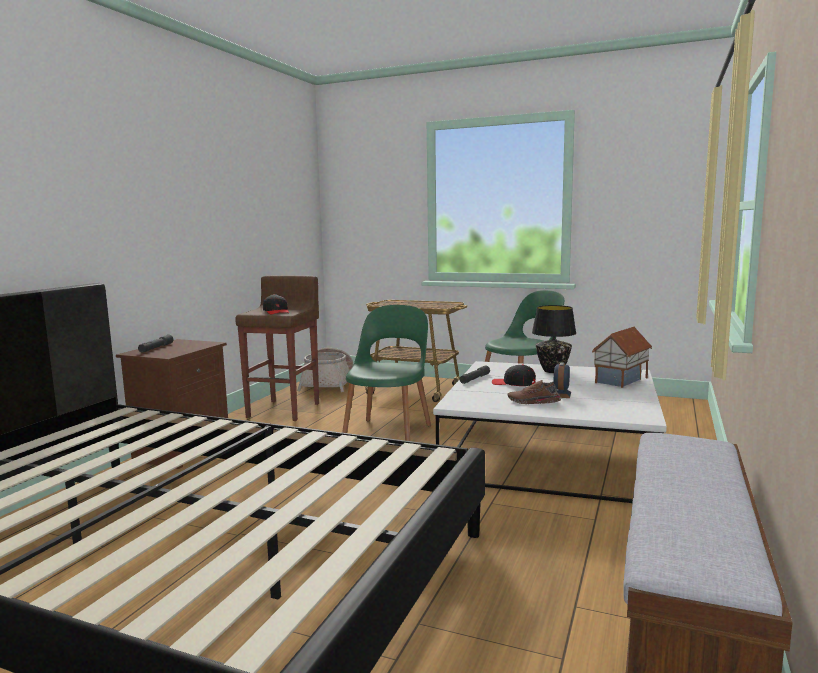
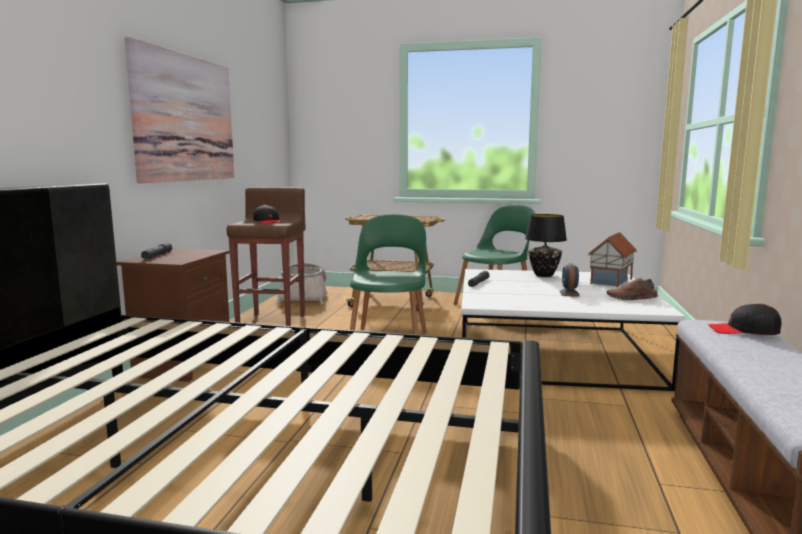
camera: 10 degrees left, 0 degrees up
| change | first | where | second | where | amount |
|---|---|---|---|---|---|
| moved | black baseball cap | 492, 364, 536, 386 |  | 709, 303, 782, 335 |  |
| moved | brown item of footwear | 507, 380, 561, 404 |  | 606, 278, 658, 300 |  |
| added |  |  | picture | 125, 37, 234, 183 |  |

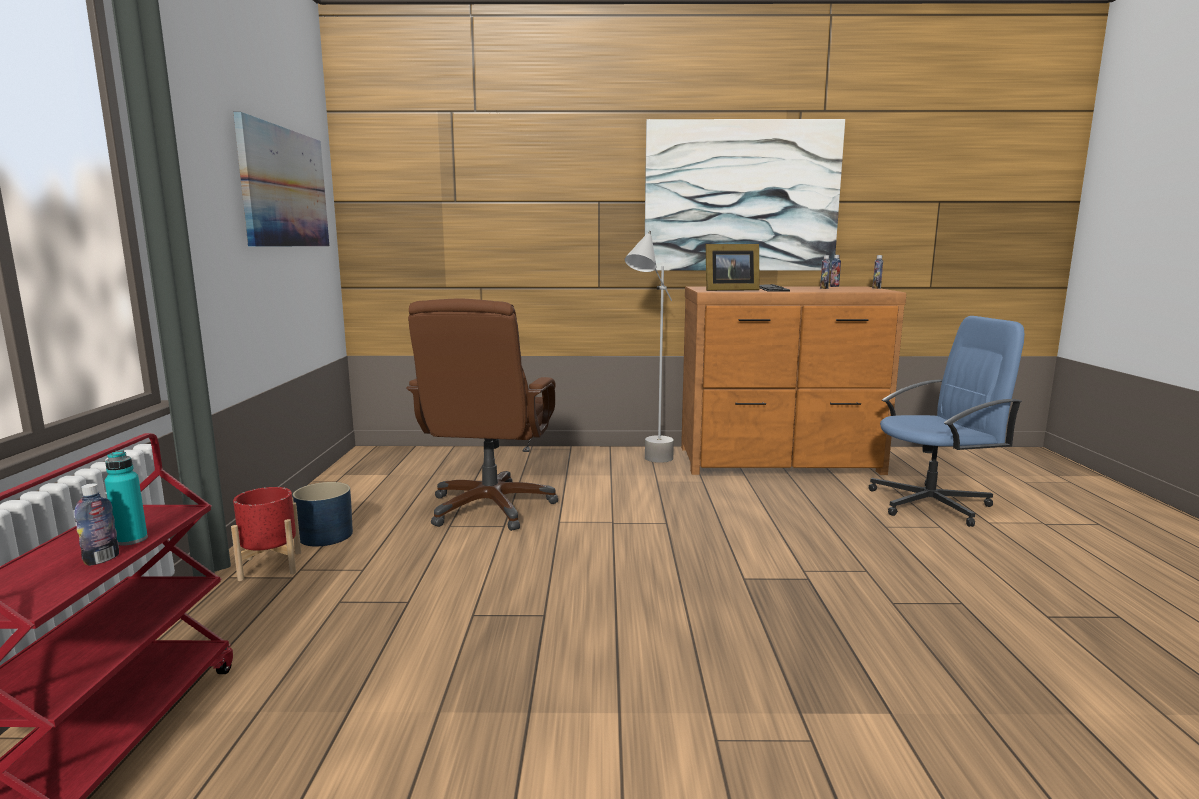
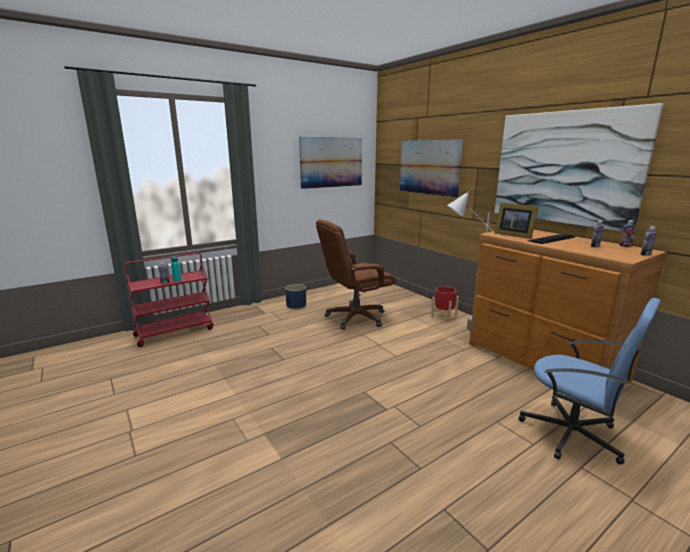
camera: 55 degrees right, 5 degrees up
| change | first | where | second | where | amount |
|---|---|---|---|---|---|
| moved | reddish planter | 231, 487, 301, 581 |  | 431, 286, 459, 322 |  |
| added |  |  | picture | 400, 139, 463, 197 |  |

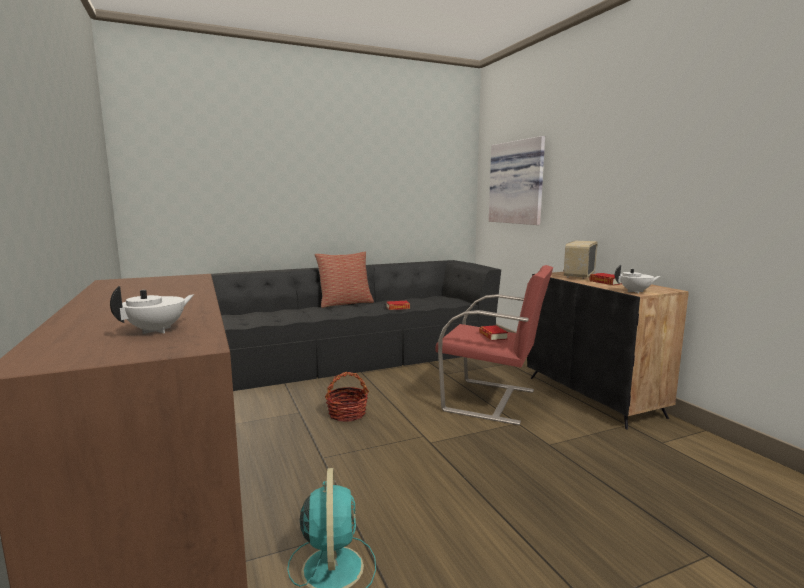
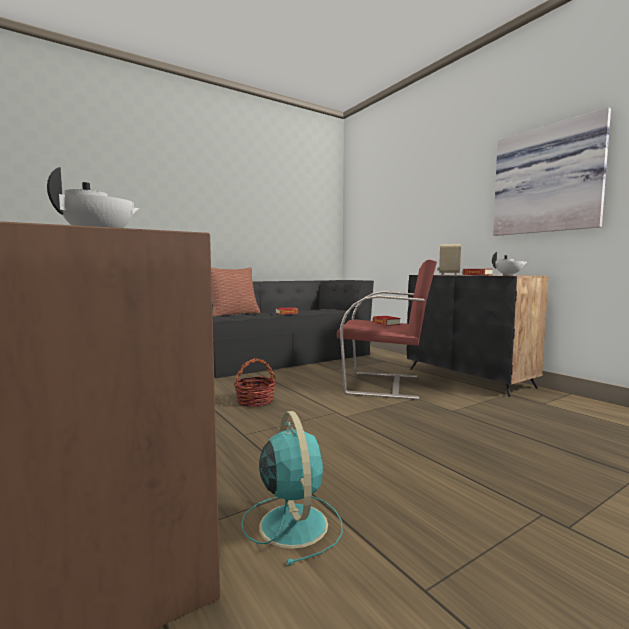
camera: 10 degrees left, 5 degrees down
| change | first | where | second | where | amount |
|---|---|---|---|---|---|
| moved | picture | 489, 136, 545, 225 |  | 493, 107, 611, 236 |  |

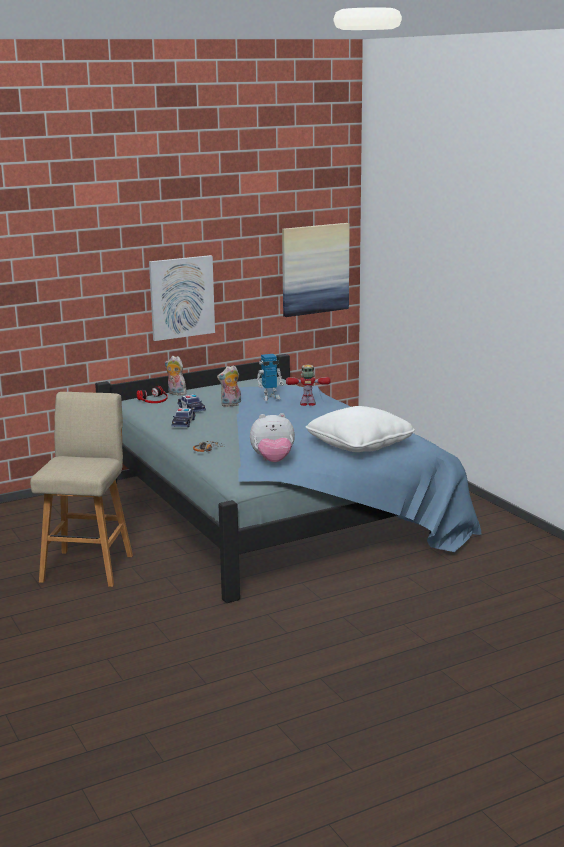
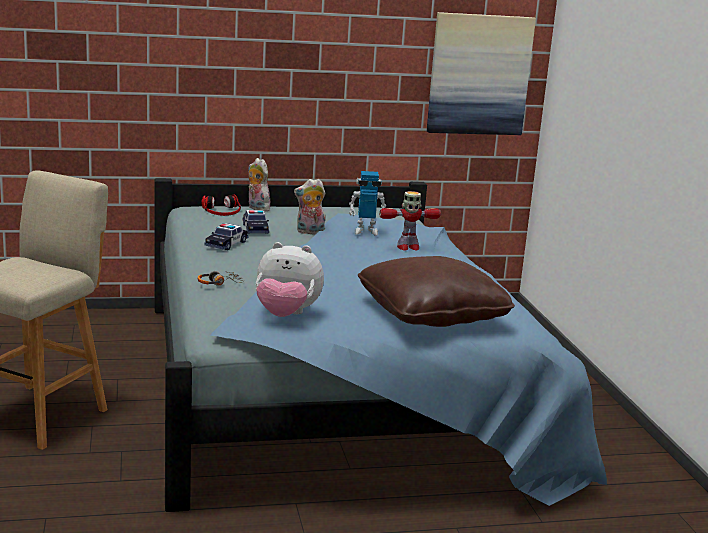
camera: 15 degrees right, 0 degrees up
| change | first | where | second | where | amount |
|---|---|---|---|---|---|
| removed | picture | 149, 255, 215, 341 |  |  |  |
| turned | toy robot | 286, 365, 330, 406 |  | 379, 191, 441, 251 | 150 degrees clockwise |
| recoloured | white throw pillow | 306, 406, 415, 452 | brown throw pillow | 358, 256, 515, 327 |  |

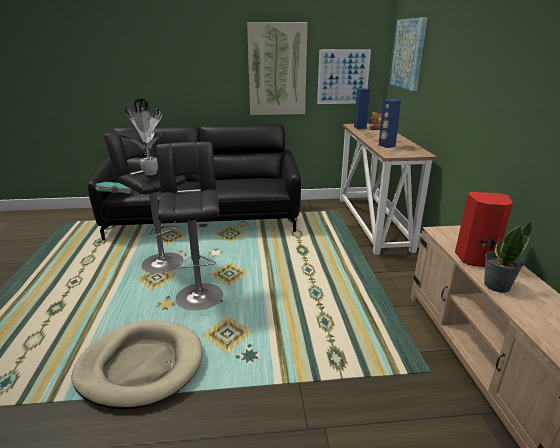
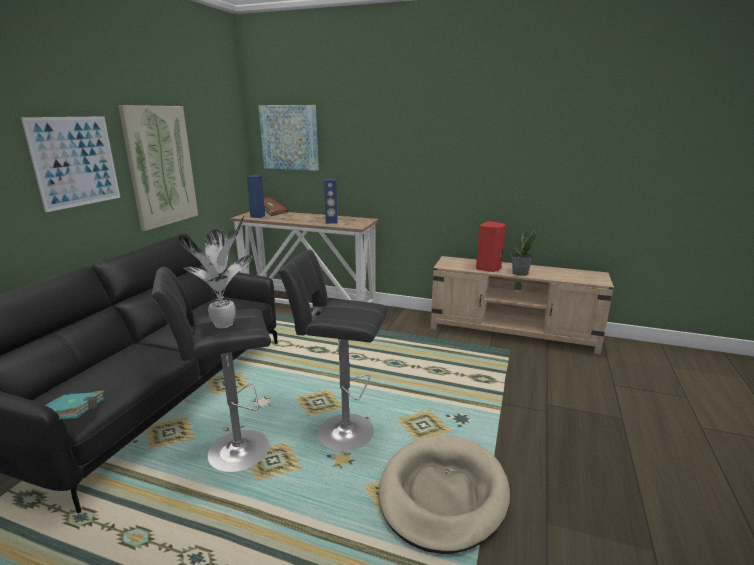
camera: 65 degrees left, 5 degrees down
| change | first | where | second | where | amount |
|---|---|---|---|---|---|
| moved | picture | 317, 49, 371, 104 |  | 21, 117, 120, 212 |  |

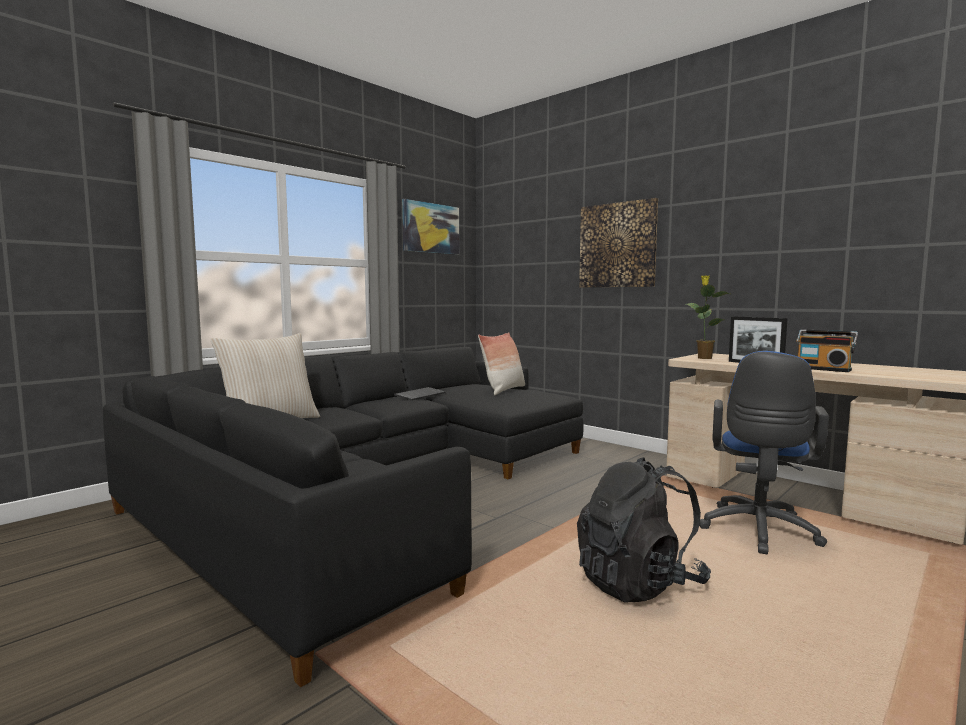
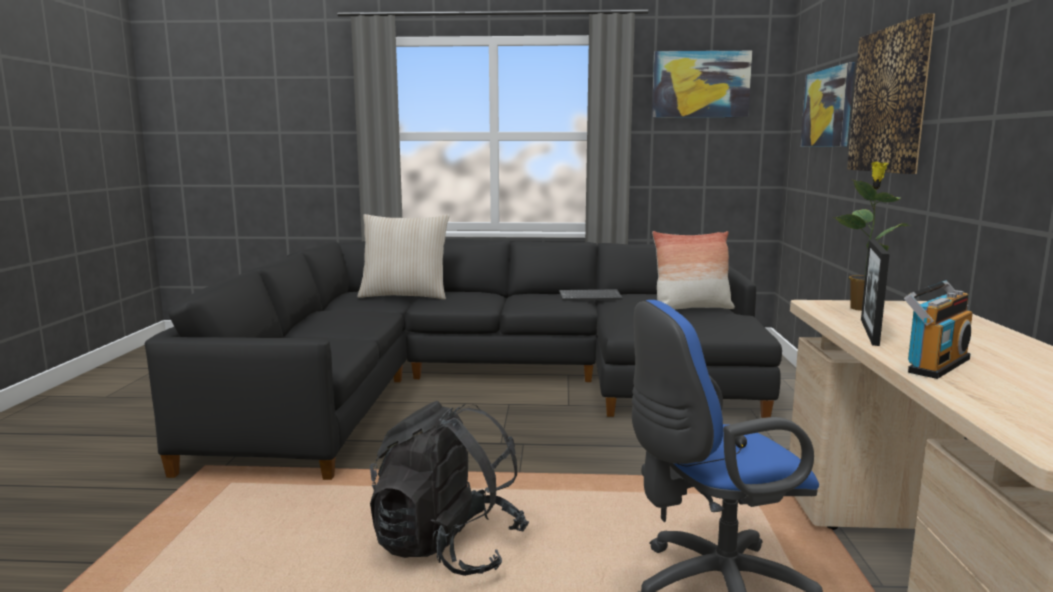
camera: 50 degrees right, 5 degrees up
| change | first | where | second | where | amount |
|---|---|---|---|---|---|
| turned | radio set | 796, 329, 858, 372 |  | 904, 281, 973, 379 | 135 degrees counterclockwise |
| added |  |  | picture | 800, 62, 855, 147 |  |

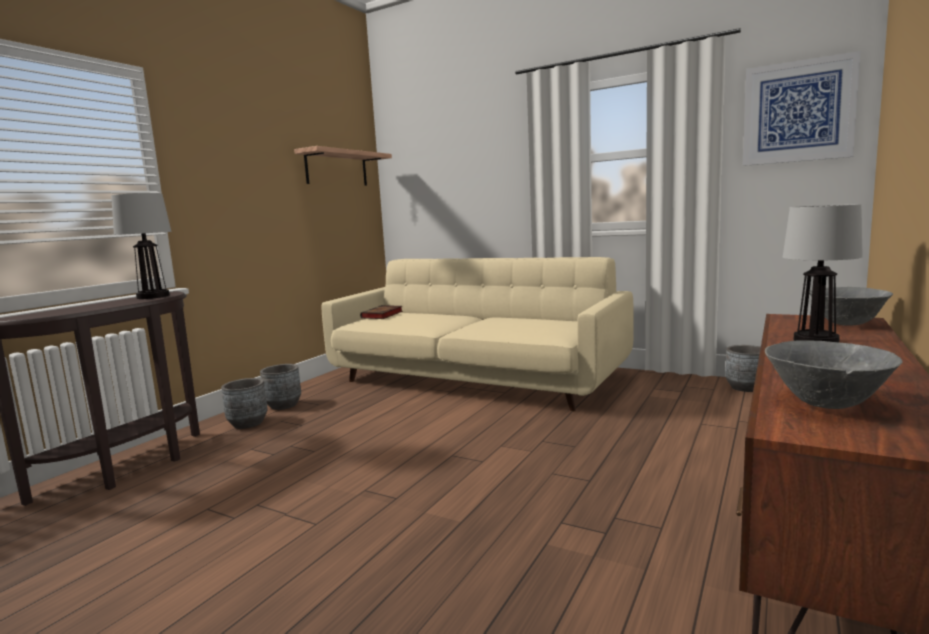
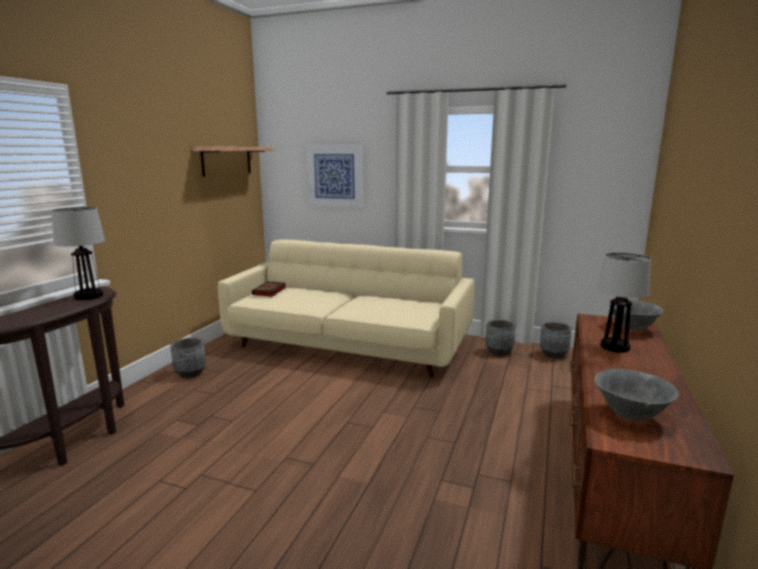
camera: 10 degrees left, 5 degrees up
| change | first | where | second | where | amount |
|---|---|---|---|---|---|
| moved | picture | 743, 51, 861, 166 |  | 306, 145, 363, 207 |  |
| moved | grey planter | 221, 378, 268, 429 |  | 485, 319, 516, 355 |  |

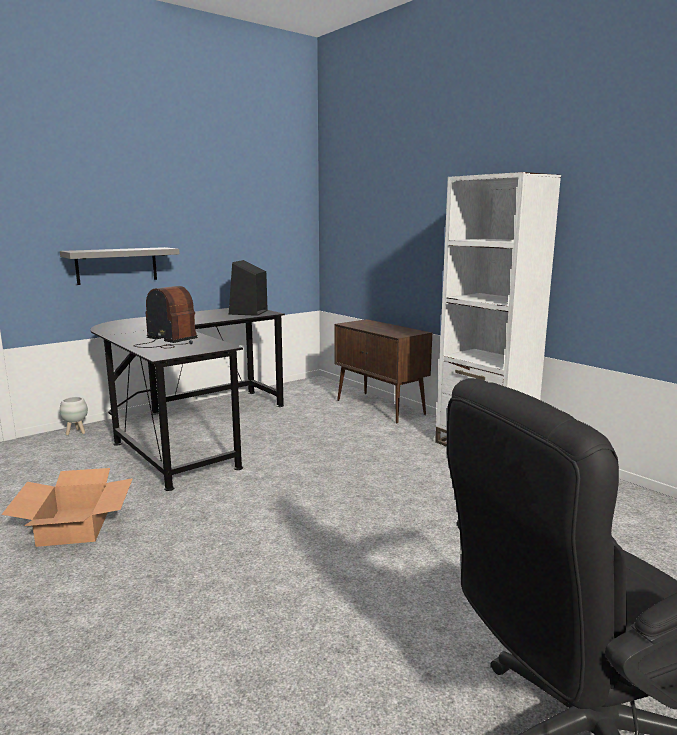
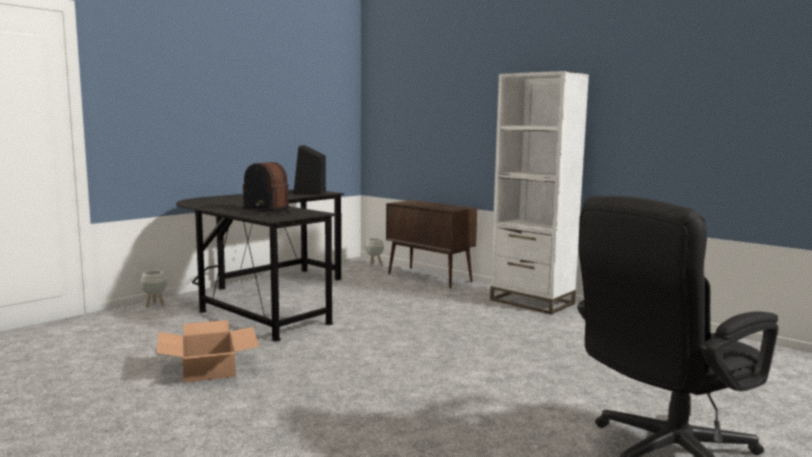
camera: 10 degrees left, 5 degrees down
| change | first | where | second | where | amount |
|---|---|---|---|---|---|
| removed | grey shelf | 60, 247, 180, 285 |  |  |  |
| added |  |  | white planter | 365, 238, 384, 266 |  |

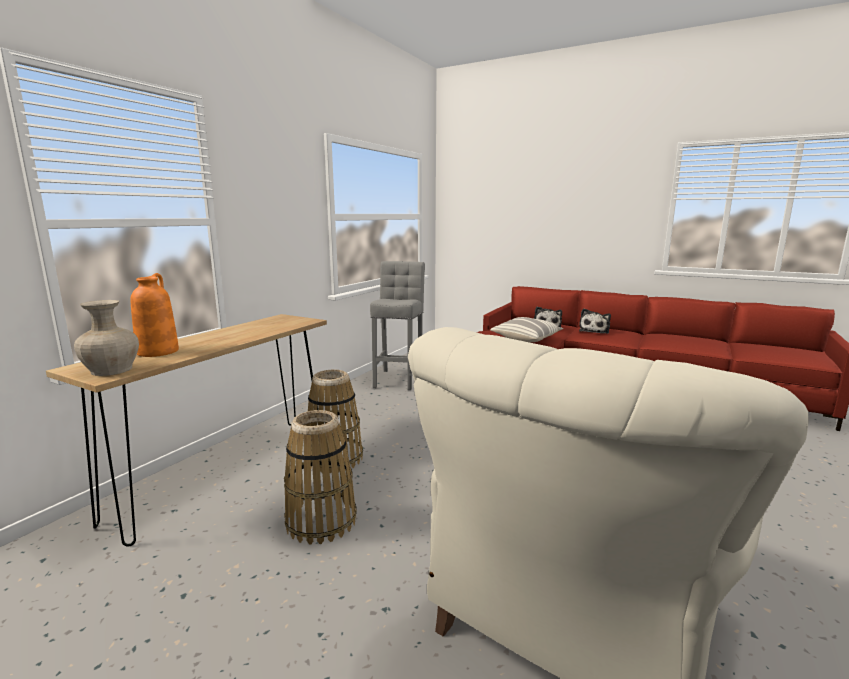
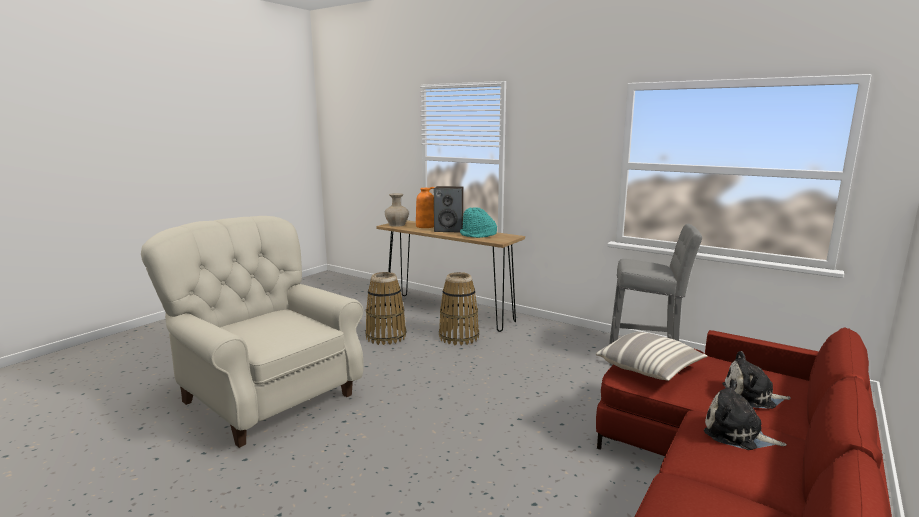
camera: 95 degrees right, 0 degrees up
| change | first | where | second | where | amount |
|---|---|---|---|---|---|
| added |  |  | audio speaker | 434, 186, 463, 232 |  |
| added |  |  | turquoise-coloured hat | 460, 207, 497, 238 |  |

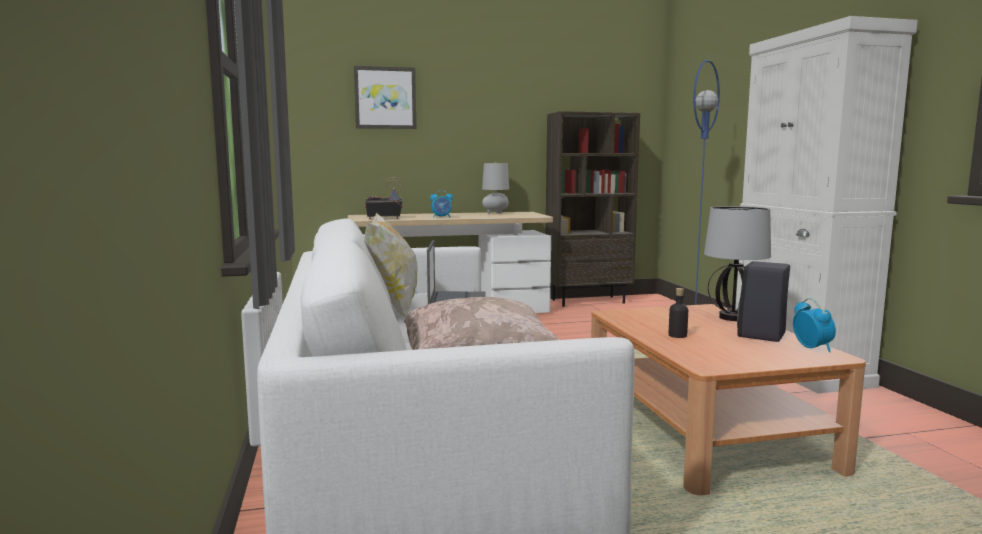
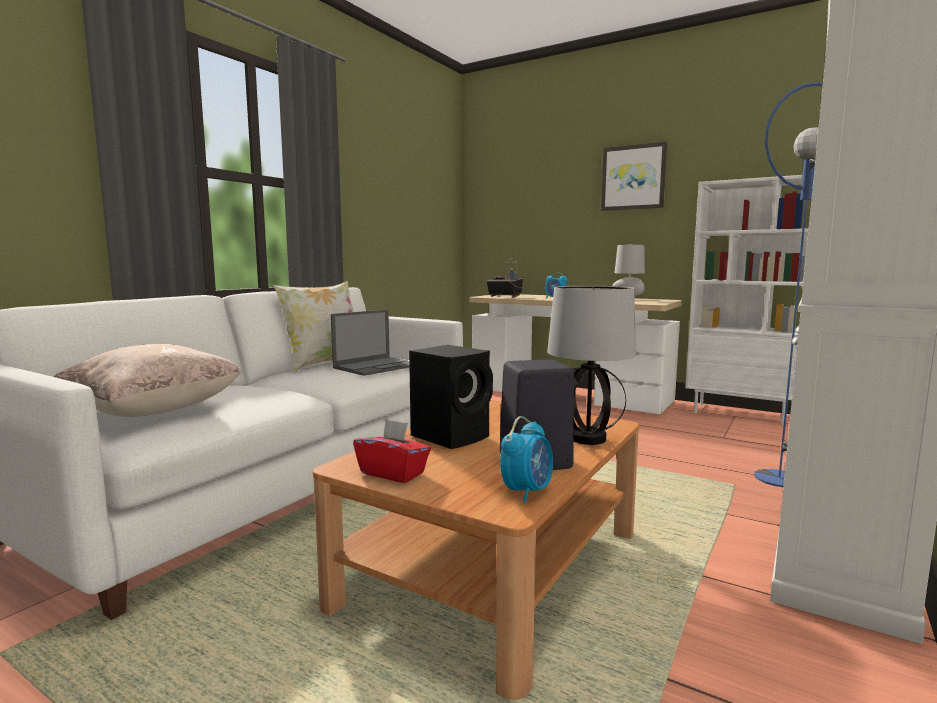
camera: 45 degrees right, 0 degrees up
| change | first | where | second | where | amount |
|---|---|---|---|---|---|
| moved | picture | 354, 66, 416, 129 |  | 601, 141, 667, 211 |  |
| recoloured | brown bookcase | 545, 111, 640, 307 | white bookcase | 685, 175, 809, 425 |  |
| replaced | black beverage bottle | 669, 288, 688, 338 | black audio speaker | 409, 345, 493, 449 |  |
| added |  |  | reddish tissue holder | 353, 419, 431, 483 |  |

